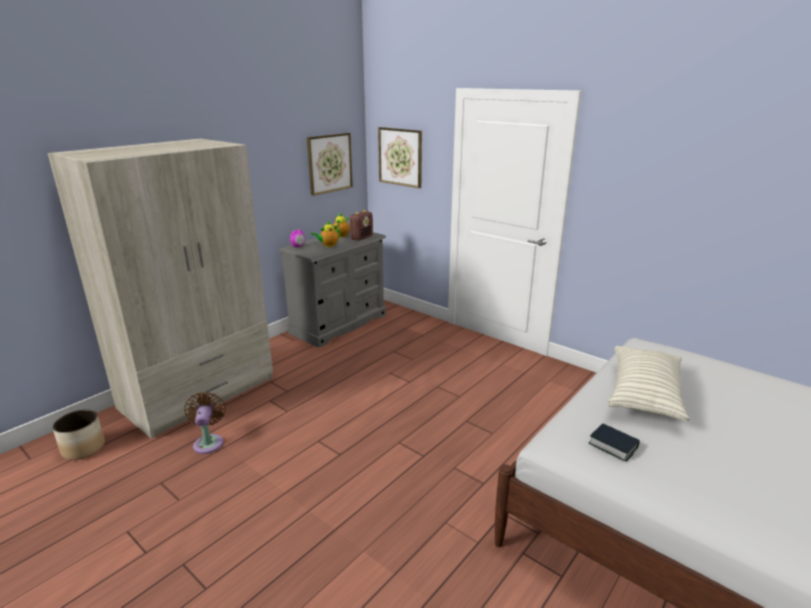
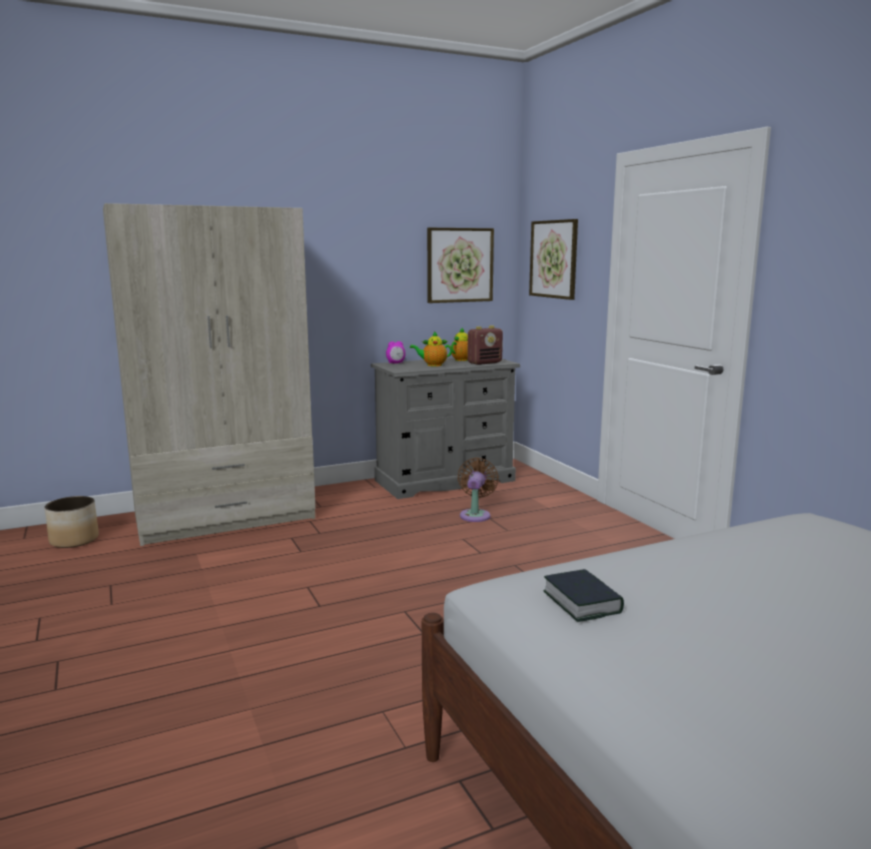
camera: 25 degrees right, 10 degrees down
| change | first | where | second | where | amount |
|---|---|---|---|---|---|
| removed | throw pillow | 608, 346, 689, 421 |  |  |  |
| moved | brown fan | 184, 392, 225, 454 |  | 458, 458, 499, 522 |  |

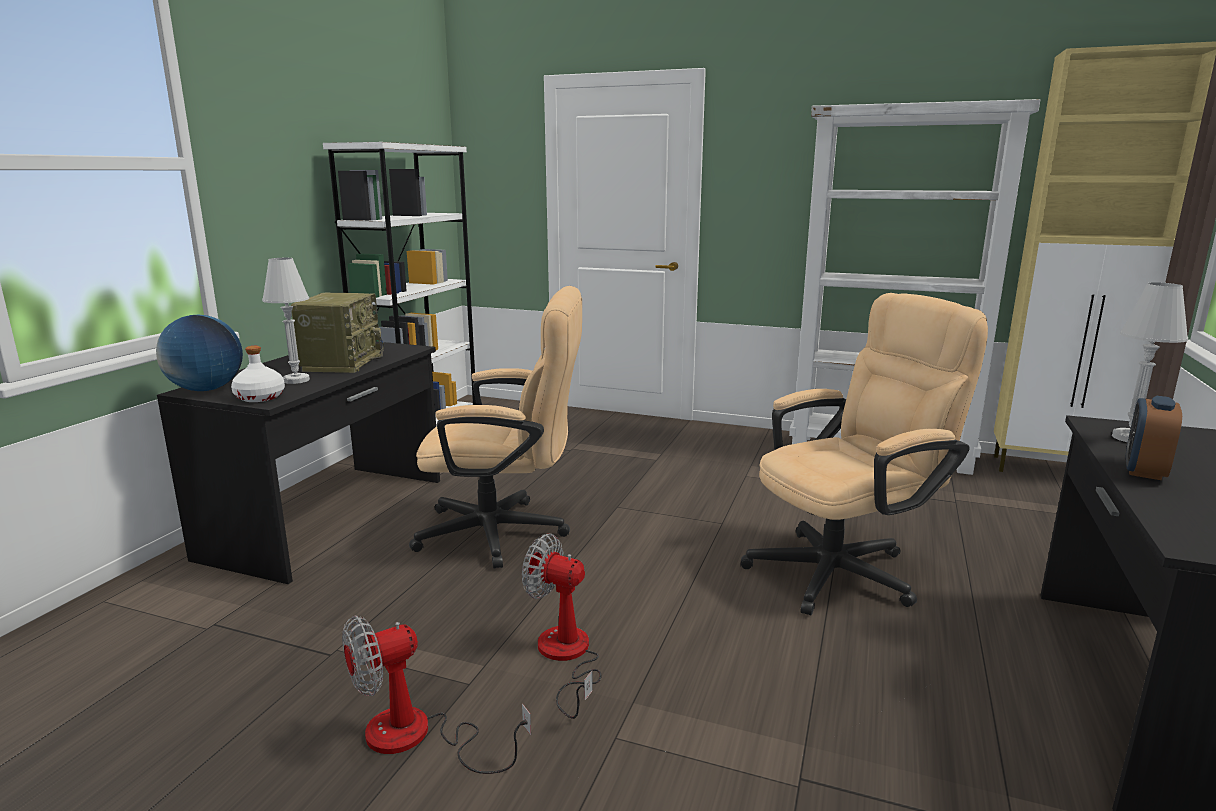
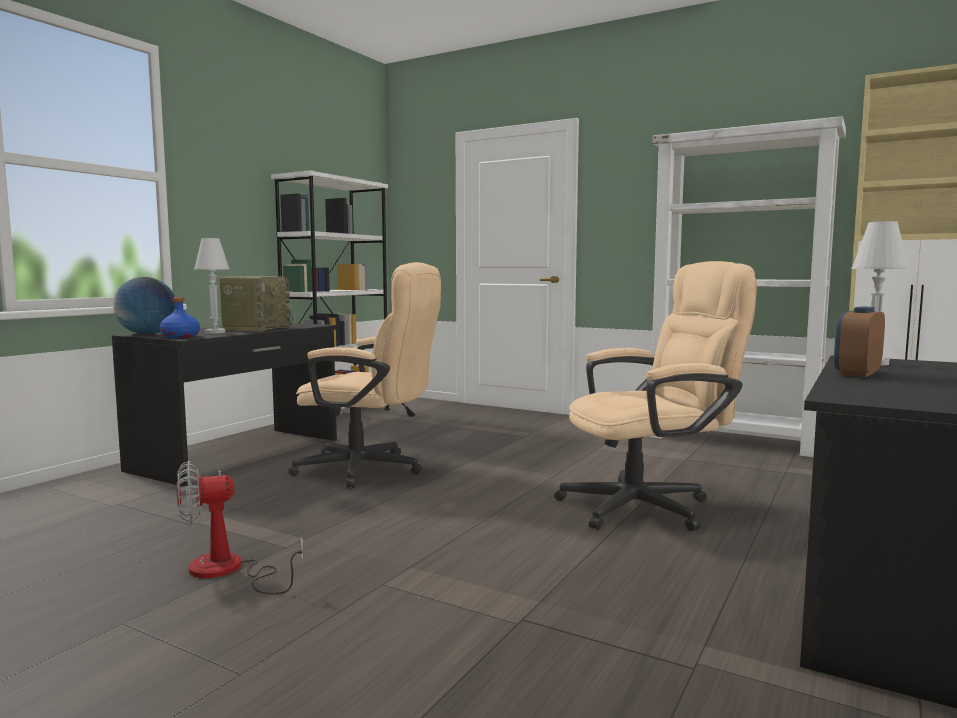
camera: 10 degrees right, 10 degrees down
| change | first | where | second | where | amount |
|---|---|---|---|---|---|
| recoloured | white beverage bottle | 231, 346, 285, 402 | bluish beverage bottle | 160, 297, 200, 338 |  |
| removed | fan | 522, 534, 601, 719 |  |  |  |

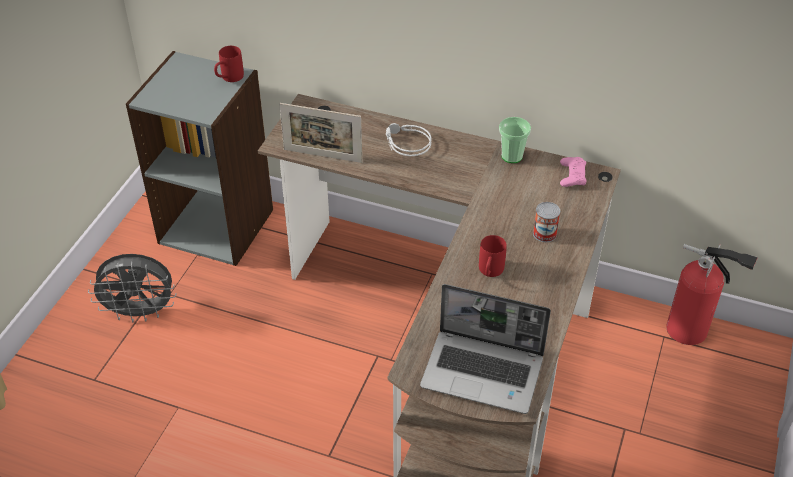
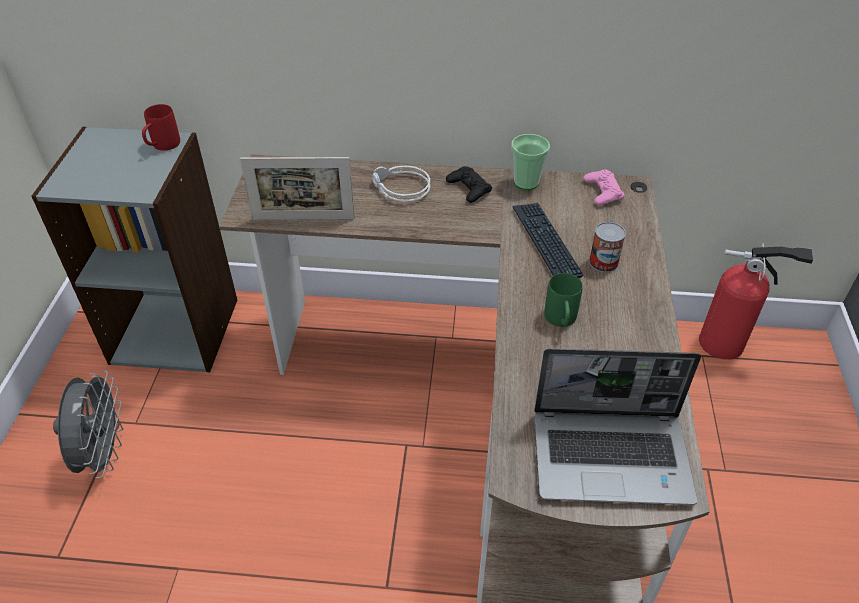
camera: 15 degrees left, 0 degrees up
| change | first | where | second | where | amount |
|---|---|---|---|---|---|
| recoloured | reddish coffee mug | 479, 235, 507, 277 | green-coloured coffee mug | 544, 273, 583, 327 |  |
| turned | grey fan | 88, 254, 176, 322 |  | 53, 370, 123, 479 | 75 degrees counterclockwise |
| added |  |  | black joypad | 446, 166, 492, 203 |  |
| added |  |  | keyboard | 513, 203, 584, 278 |  |

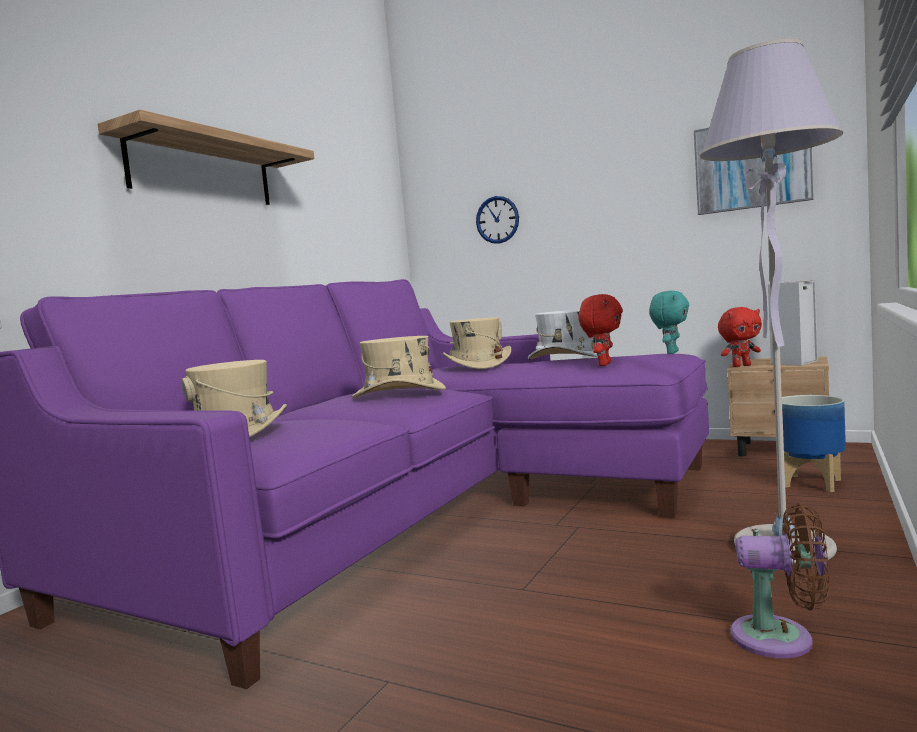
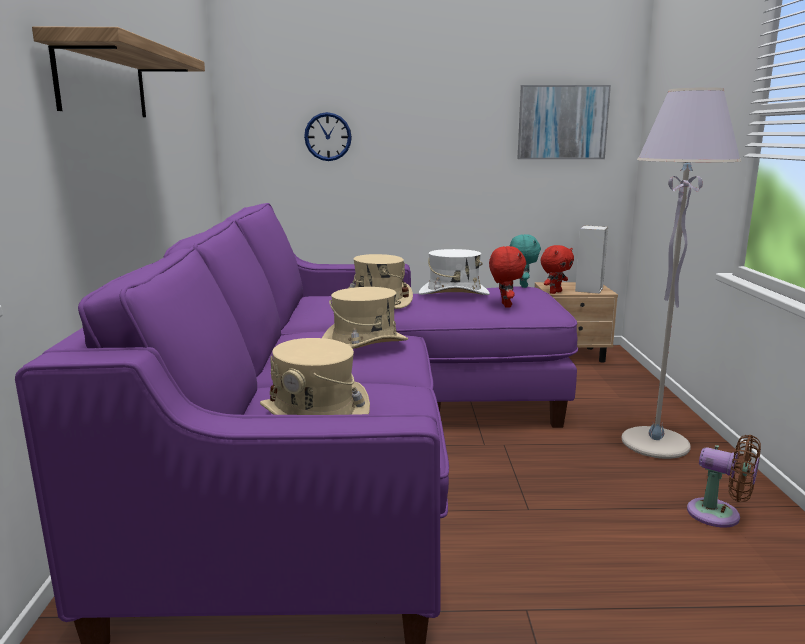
camera: 30 degrees left, 10 degrees up
| change | first | where | second | where | amount |
|---|---|---|---|---|---|
| removed | planter | 782, 395, 846, 492 |  |  |  |
| turned | brown fan | 730, 503, 829, 658 |  | 687, 435, 761, 527 | 45 degrees clockwise |

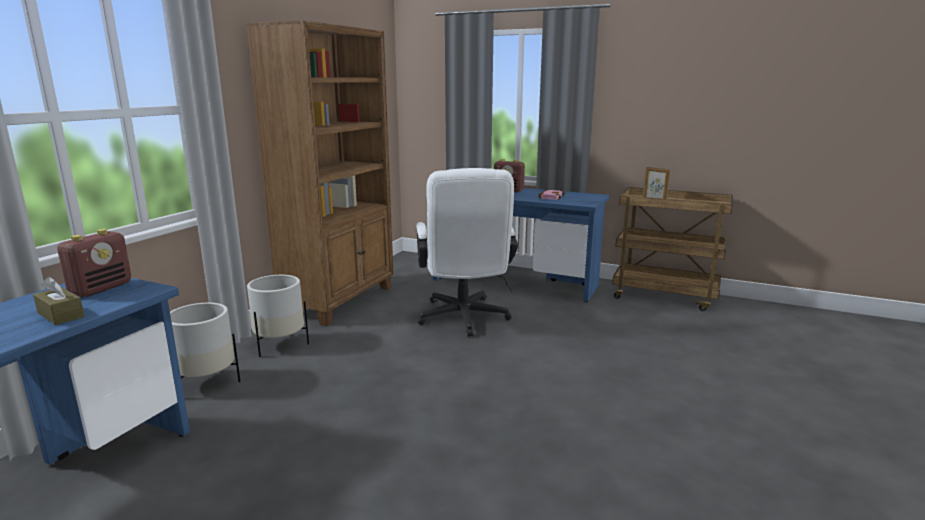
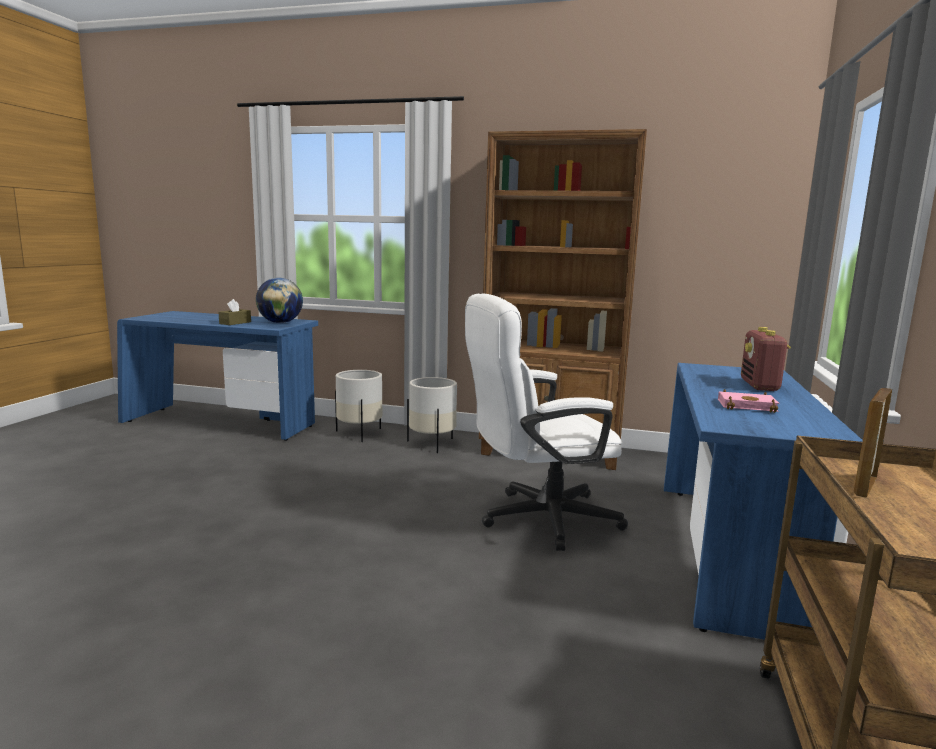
camera: 80 degrees right, 5 degrees down
| change | first | where | second | where | amount |
|---|---|---|---|---|---|
| replaced | radio set | 57, 229, 131, 297 | globe | 256, 278, 303, 323 |  |

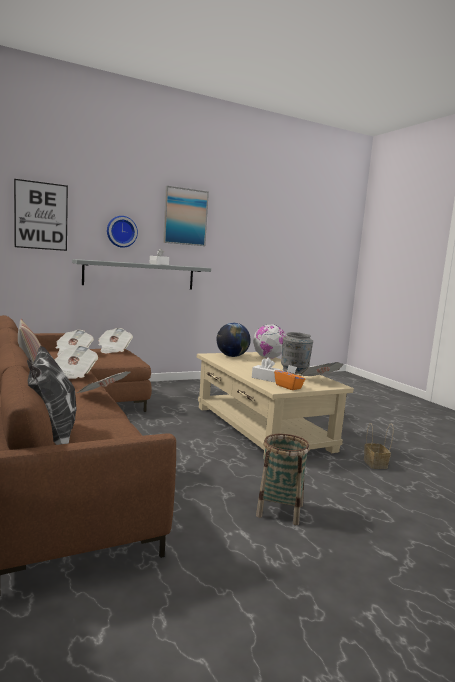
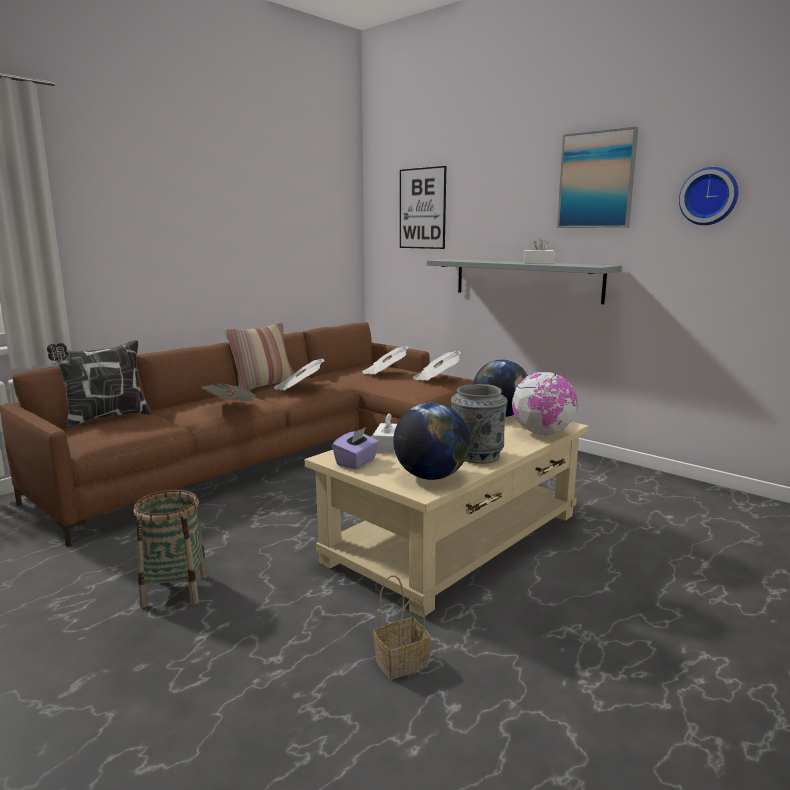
camera: 70 degrees right, 5 degrees up
| change | first | where | second | where | amount |
|---|---|---|---|---|---|
| moved | wall clock | 107, 216, 138, 248 |  | 679, 167, 738, 225 |  |
| replaced | printed paper | 299, 362, 344, 376 | globe | 393, 403, 470, 480 |  |
| recoloured | orangey tissue holder | 274, 365, 305, 390 | purple tissue holder | 332, 427, 379, 469 |  |

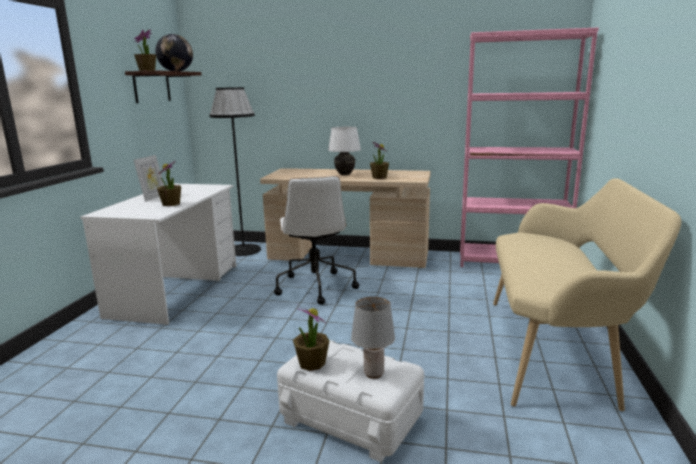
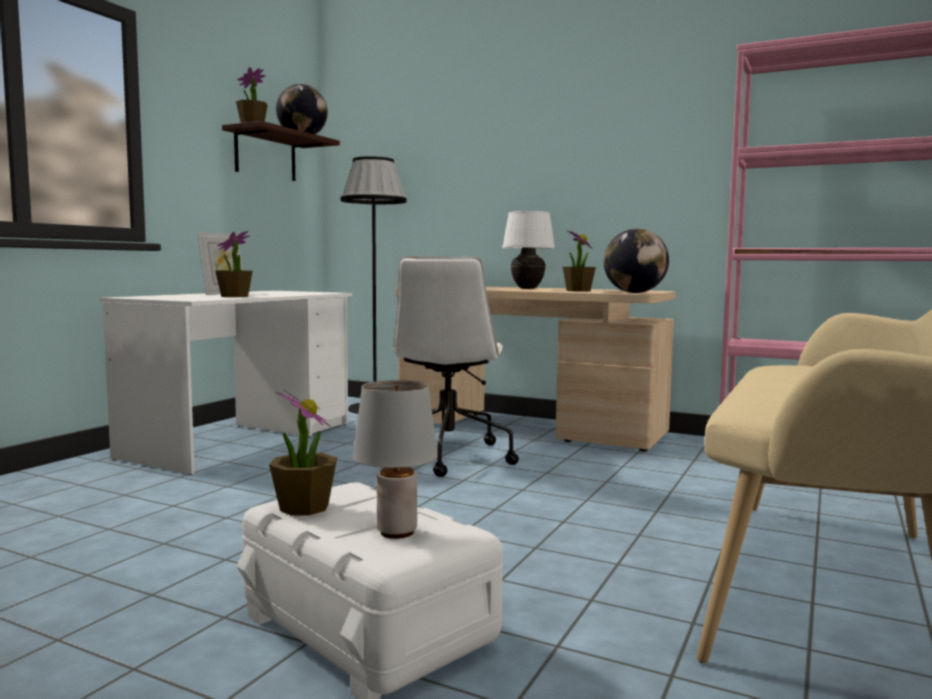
camera: 15 degrees right, 10 degrees down
| change | first | where | second | where | amount |
|---|---|---|---|---|---|
| added |  |  | globe | 604, 229, 669, 293 |  |

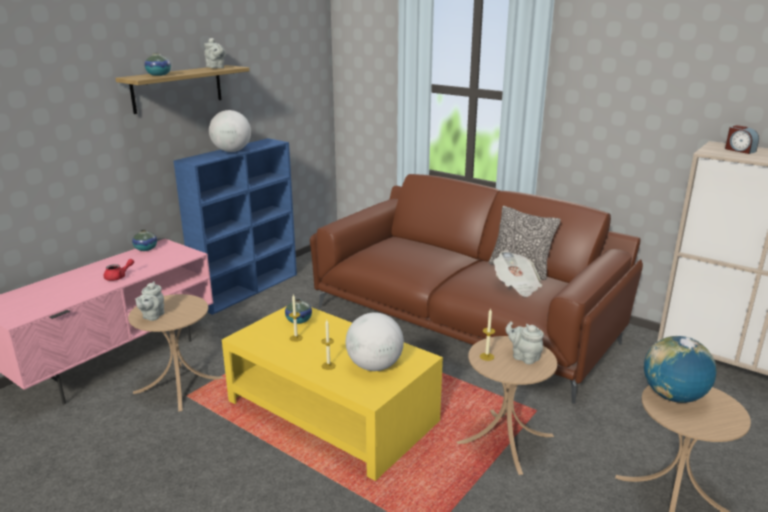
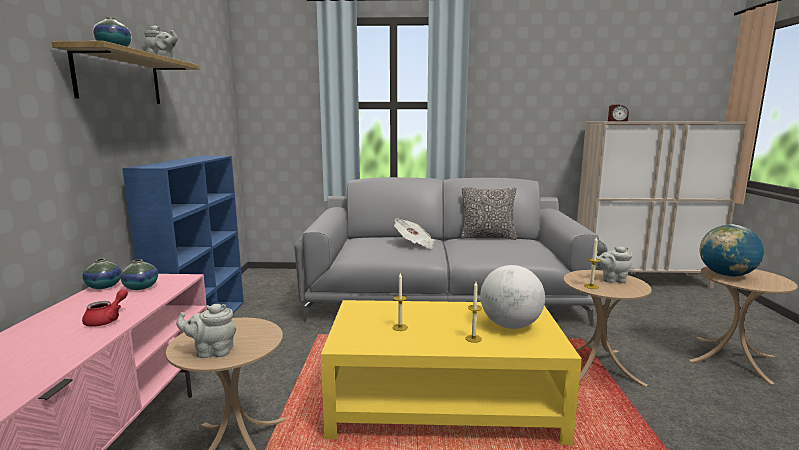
camera: 35 degrees left, 10 degrees down
| change | first | where | second | where | amount |
|---|---|---|---|---|---|
| removed | globe | 209, 110, 251, 152 |  |  |  |
| recoloured | brown sofa | 310, 174, 643, 404 | grey sofa | 294, 177, 607, 327 |  |
| moved | printed paper | 493, 251, 542, 297 |  | 394, 218, 434, 249 |  |
| turned | grey tea pot | 135, 281, 164, 321 |  | 176, 304, 236, 358 | 105 degrees clockwise |
| moved | decorative vase | 285, 299, 312, 324 |  | 120, 259, 158, 290 |  |

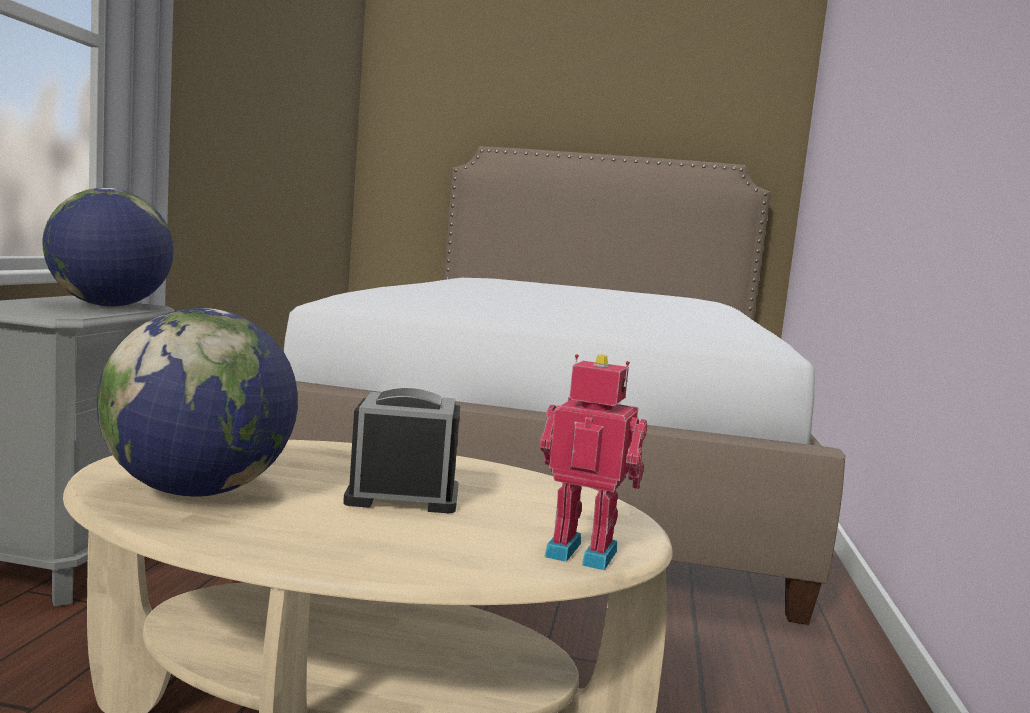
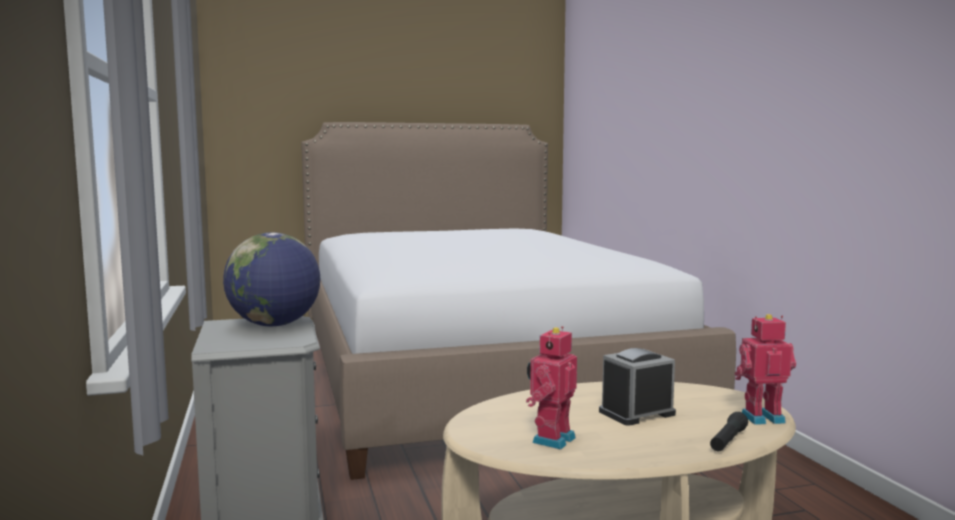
camera: 25 degrees left, 0 degrees up
| change | first | where | second | where | amount |
|---|---|---|---|---|---|
| replaced | globe | 97, 308, 298, 497 | toy robot | 526, 326, 577, 449 |  |
| added |  |  | black hand torch | 710, 412, 748, 451 |  |

